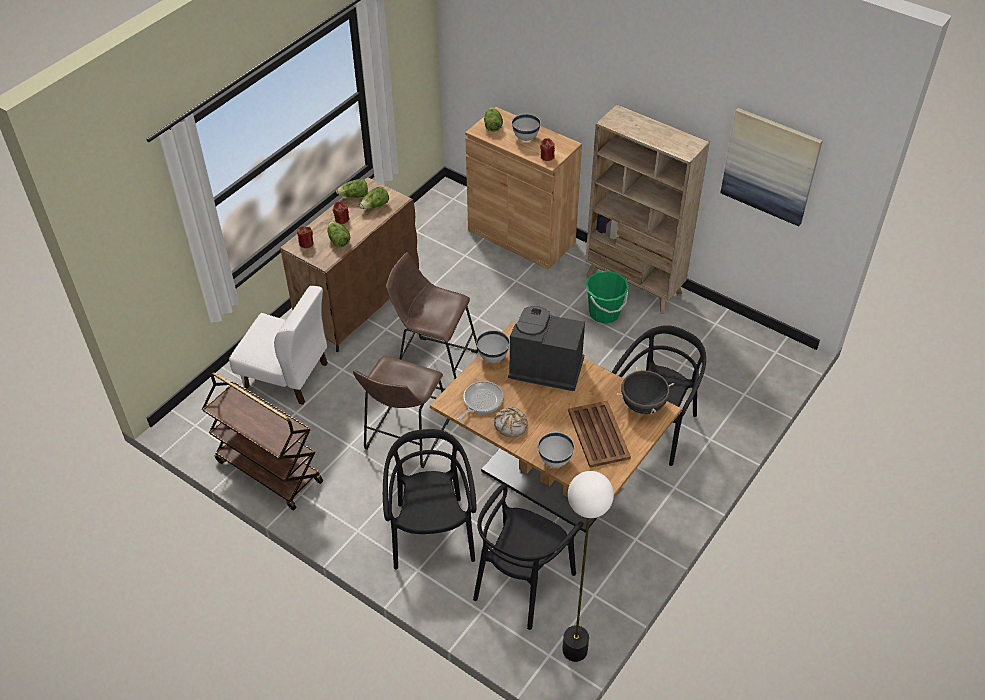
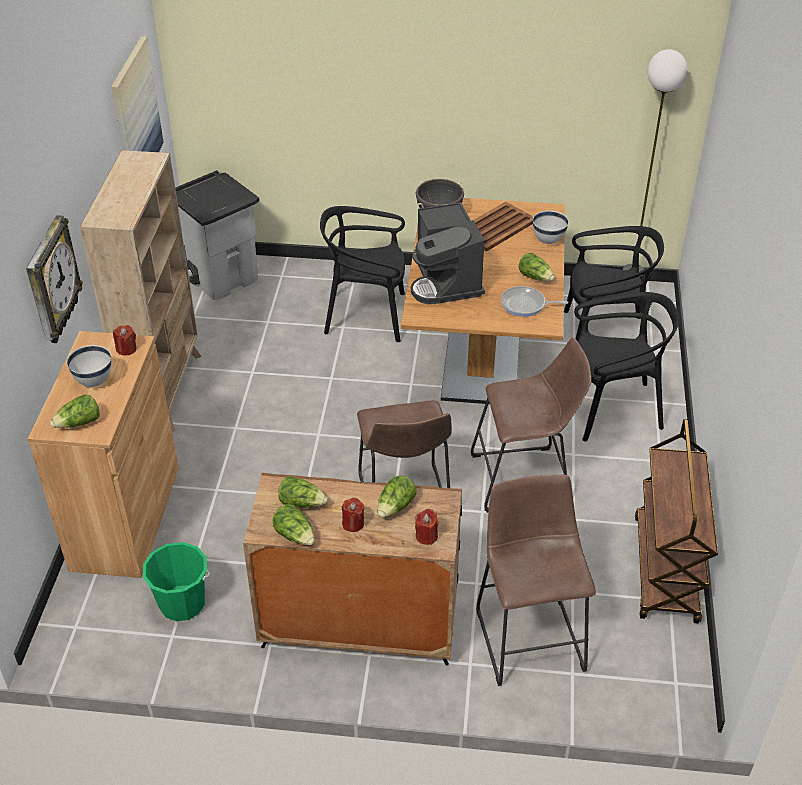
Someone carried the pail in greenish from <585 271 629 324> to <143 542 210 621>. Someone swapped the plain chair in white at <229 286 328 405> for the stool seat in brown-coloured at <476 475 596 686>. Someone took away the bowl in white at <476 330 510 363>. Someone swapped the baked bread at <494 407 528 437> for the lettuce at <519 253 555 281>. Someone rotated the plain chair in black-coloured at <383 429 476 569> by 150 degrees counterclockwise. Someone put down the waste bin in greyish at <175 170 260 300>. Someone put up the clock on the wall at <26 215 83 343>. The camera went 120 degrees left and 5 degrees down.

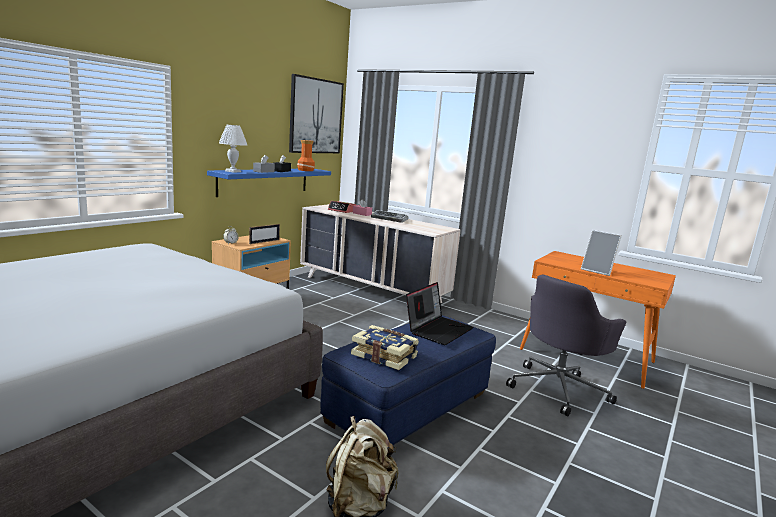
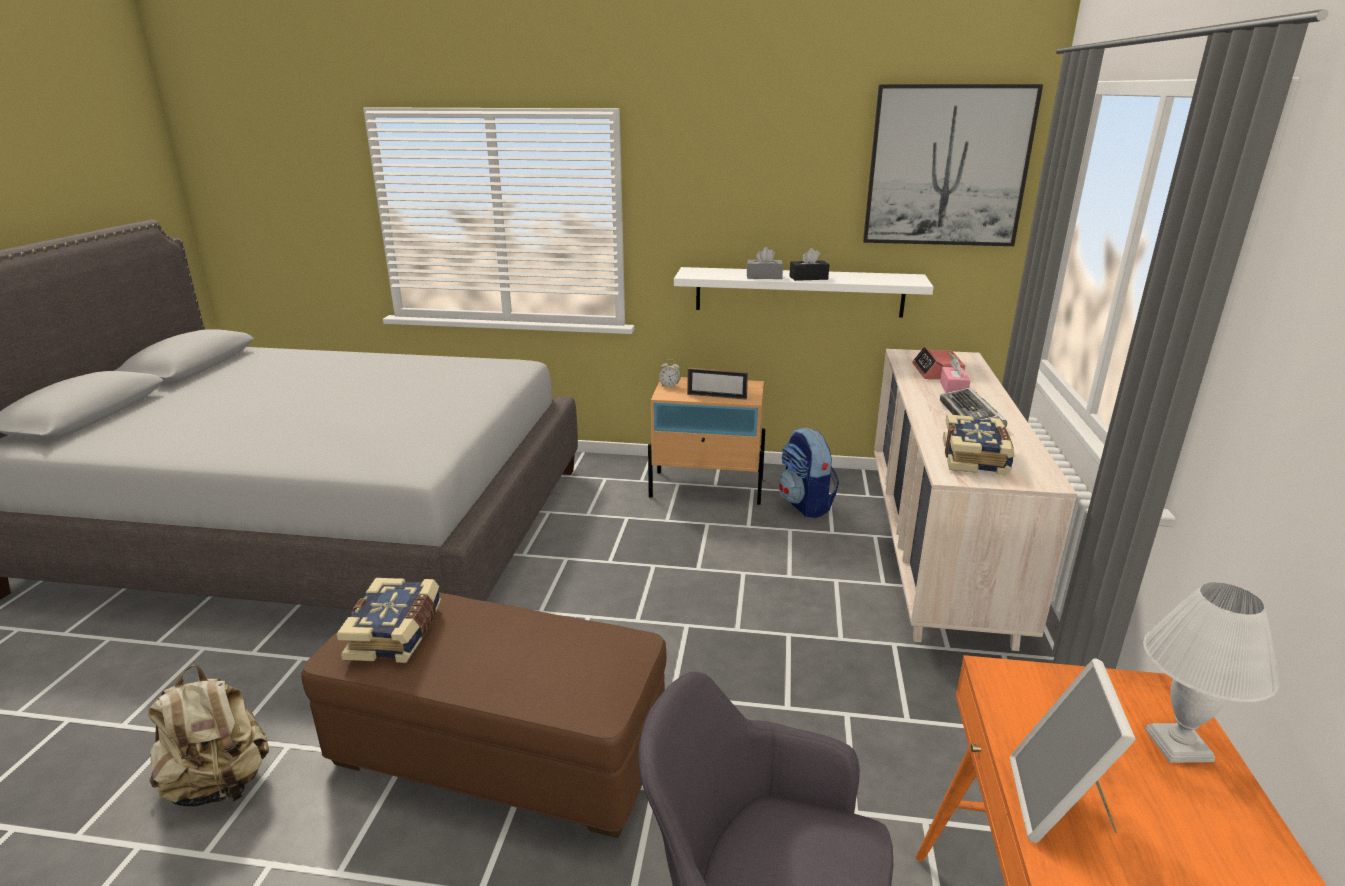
Someone carried the table lamp in white from <219 125 247 173> to <1144 582 1279 763>. Someone took away the vase at <297 140 315 171>. Someone repainted the wall shelf in bluish at <207 169 331 197>, which became the wall shelf in white at <674 267 934 318>. Someone took away the laptop at <406 282 474 345>. Someone repainted the ottoman in bluish at <320 315 496 448>, which became the ottoman in brown-coloured at <301 593 666 838>. Someone put down the book at <943 414 1015 475>. Someone put down the backpack at <779 428 839 518>. The camera went 65 degrees right and 10 degrees up.

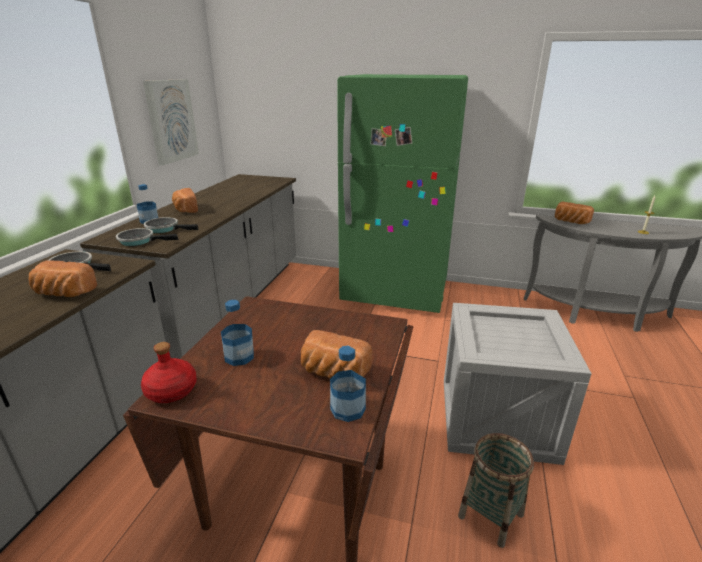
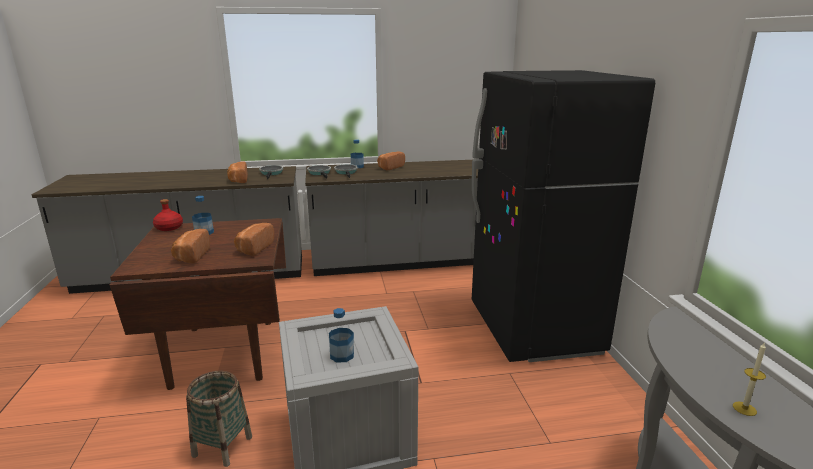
Someone repainted the kitchen fridge in greenish at <337 74 468 313>, which became the kitchen fridge in black-coloured at <472 70 655 362>. Someone took away the wall picture at <143 79 199 165>. Someone carried the baked bread from <555 202 594 224> to <234 223 274 256>. Someone carried the drink bottle from <330 346 366 422> to <329 308 354 363>. The camera went 65 degrees right and 5 degrees down.

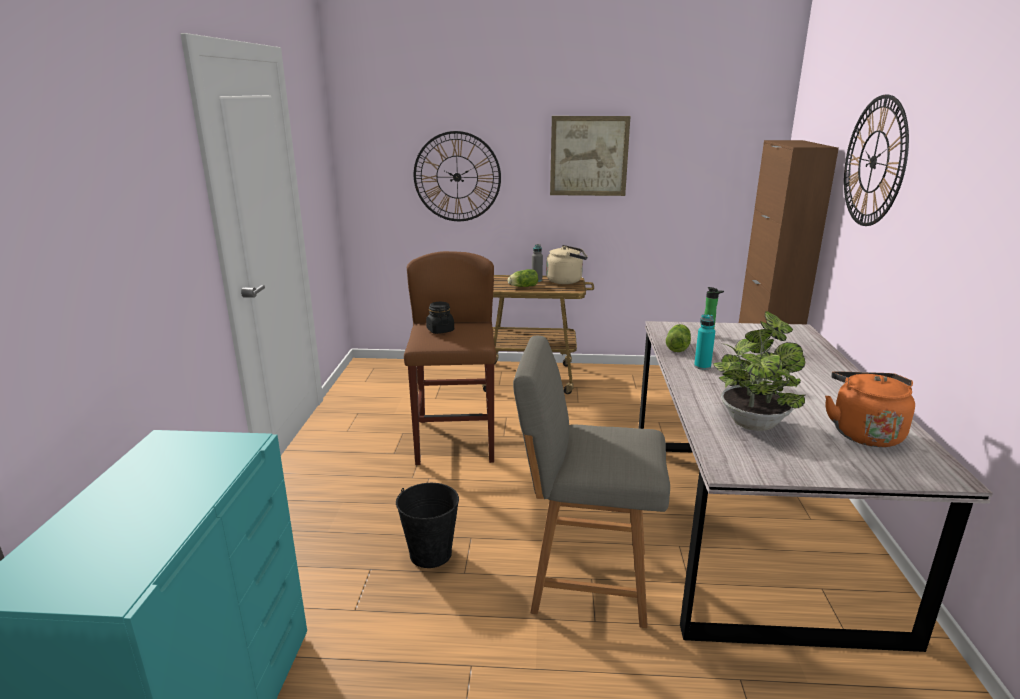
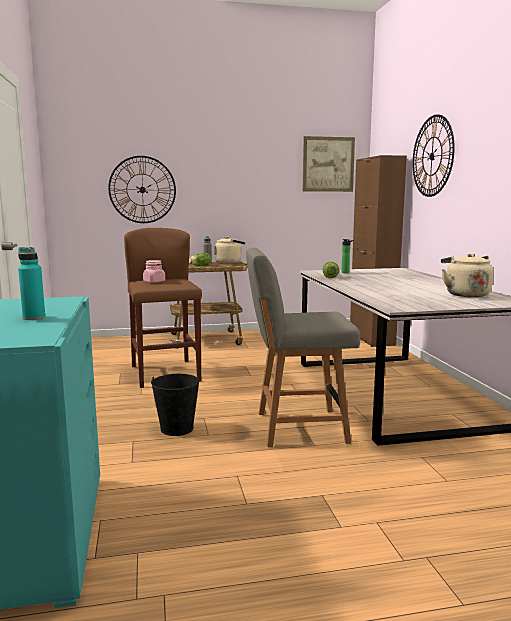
Someone carried the wall picture from <550 116 630 196> to <303 136 355 192>. Someone repainted the jar in black-coloured at <426 302 454 334>, which became the jar in pink at <143 260 165 283>. Someone took away the houseplant at <713 311 805 431>. Someone carried the drink bottle in turquoise from <694 314 715 370> to <18 247 45 320>. Someone repainted the kettle in orange-coloured at <825 371 915 447>, which became the kettle in beige-coloured at <441 253 493 297>. The camera went 15 degrees left and 10 degrees down.

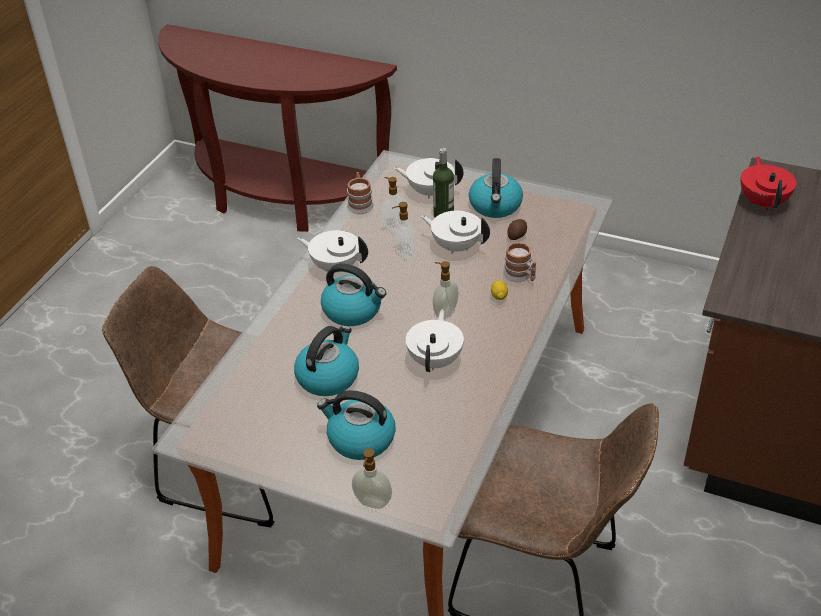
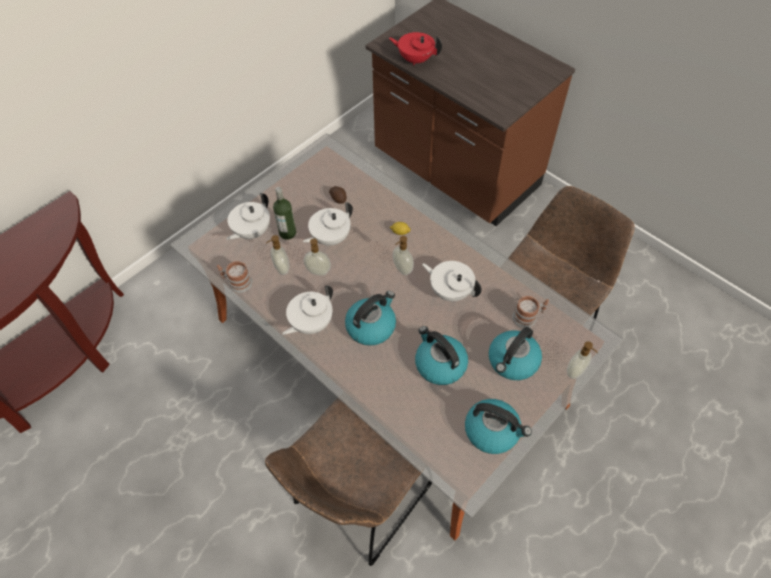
Someone carried the kettle from <469 158 523 218> to <465 399 532 454>. Someone carried the mug from <504 242 536 282> to <512 296 549 328>. The camera went 70 degrees left and 15 degrees up.

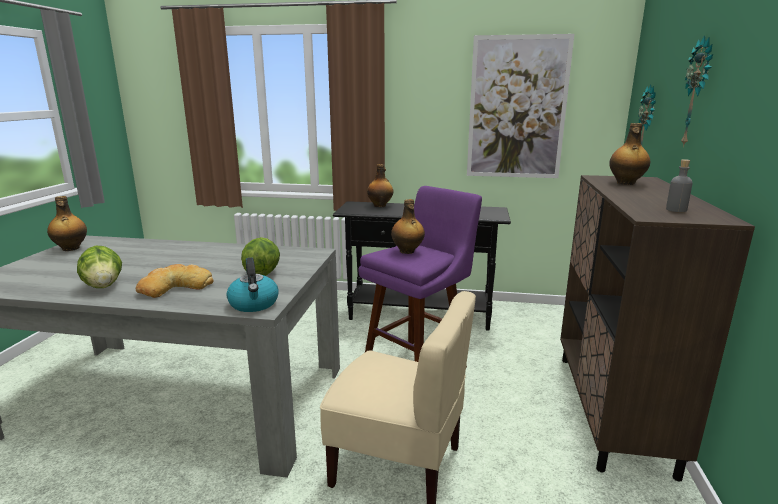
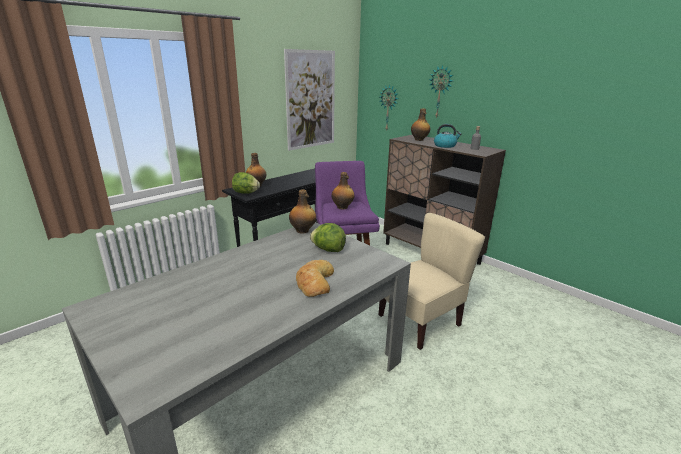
Someone carried the drink bottle from <47 196 87 251> to <289 190 316 234>. Someone carried the lettuce from <77 246 122 288> to <232 172 260 194>. Someone carried the kettle from <226 258 279 312> to <434 124 462 148>. The camera went 55 degrees left and 5 degrees up.

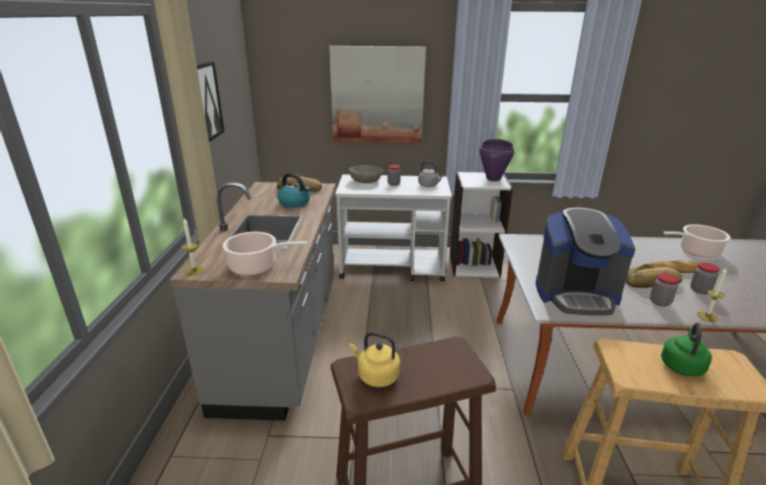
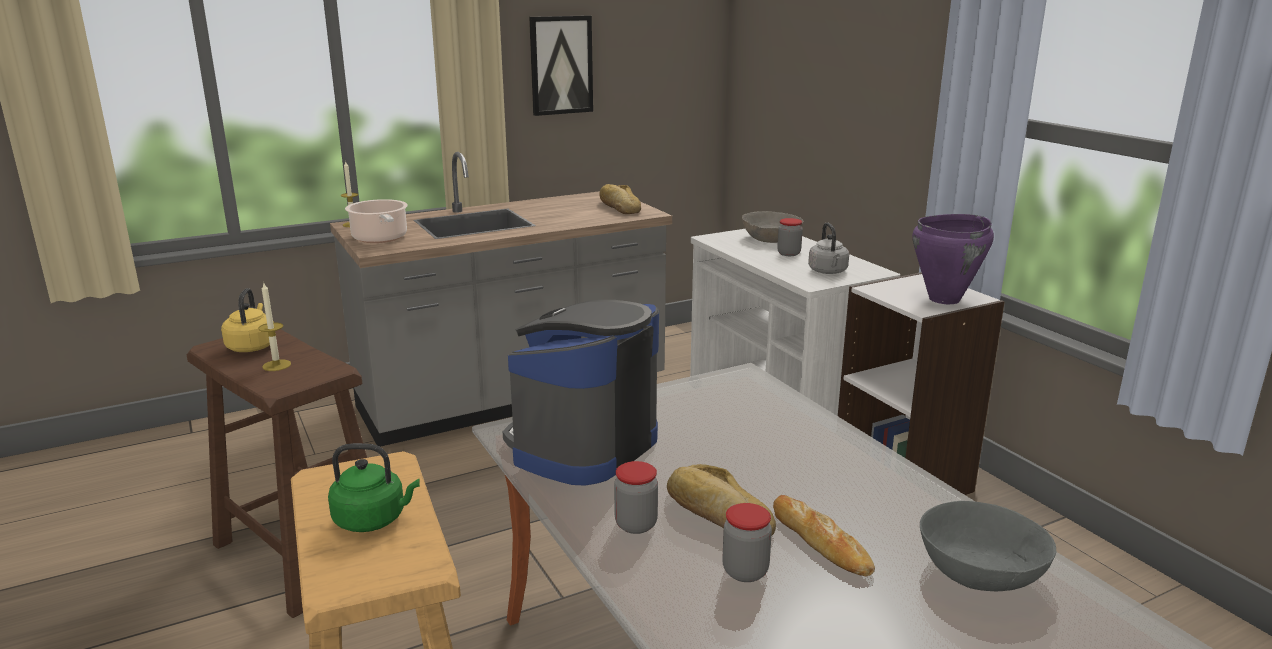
Someone took away the wall picture at <329 46 426 143>. Someone took away the kettle at <277 173 310 208>. Someone rotated the coffee machine at <536 208 635 316> by 60 degrees clockwise. Someone swapped the stockpot at <663 224 730 258> for the bowl in greyish at <920 501 1056 591>. Someone carried the candle from <697 268 727 322> to <258 283 291 371>. The camera went 60 degrees right and 5 degrees down.

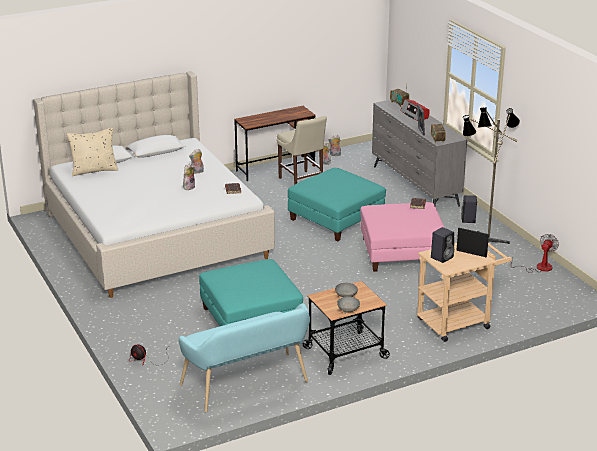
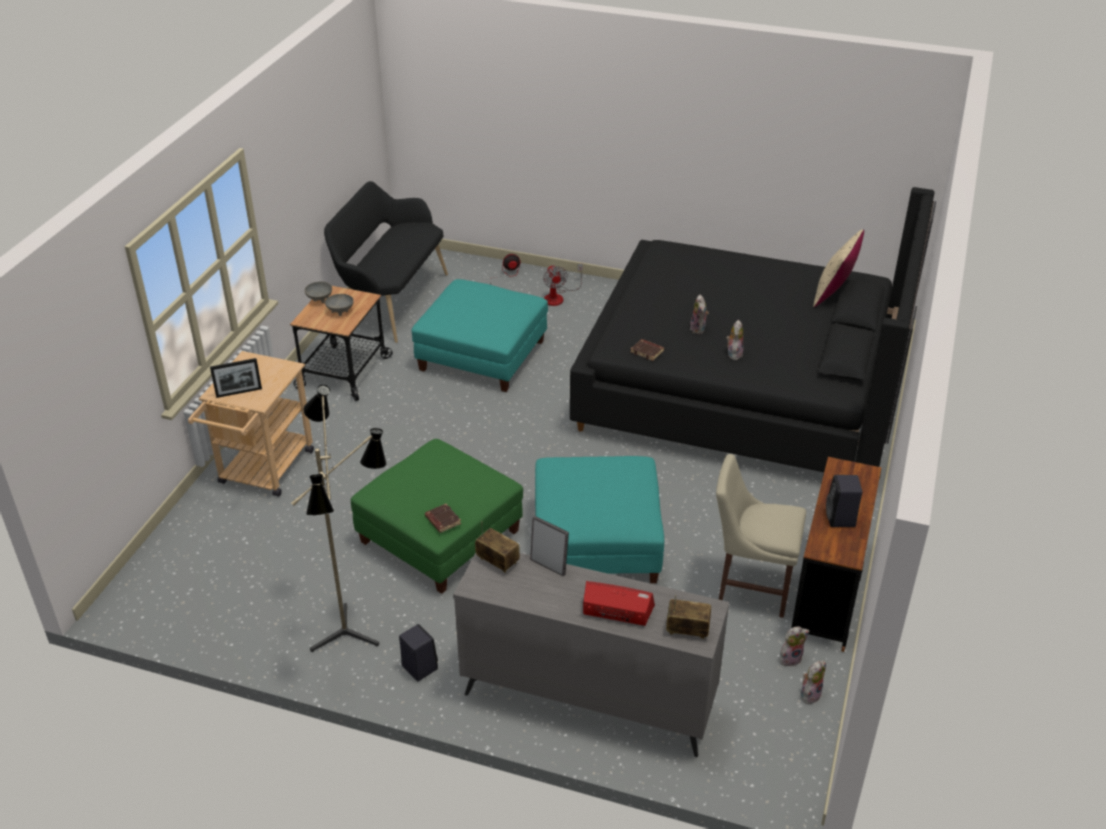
Someone repainted the bed in beige-coloured at <33 71 275 298>, which became the bed in black-coloured at <570 187 936 472>. Someone repainted the ottoman in pink at <361 202 445 272>, which became the ottoman in greenish at <351 439 523 594>. Someone carried the loudspeaker in black-coloured from <431 227 454 263> to <826 475 862 527>. Someone carried the fan from <509 234 559 273> to <543 264 583 306>. Someone repainted the indoor bench in turquoise at <179 303 310 412>, which became the indoor bench in black-coloured at <324 181 448 343>. The camera went 135 degrees right and 10 degrees up.

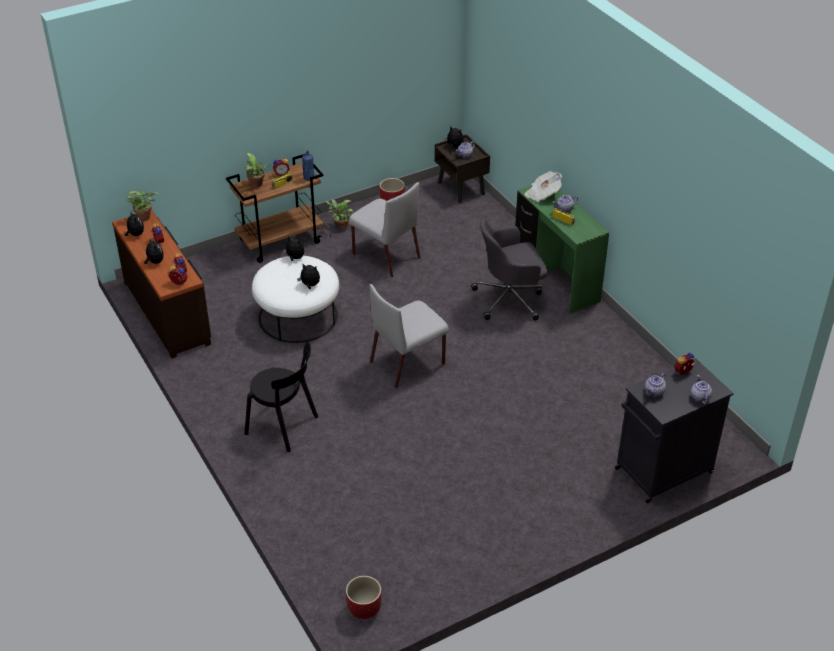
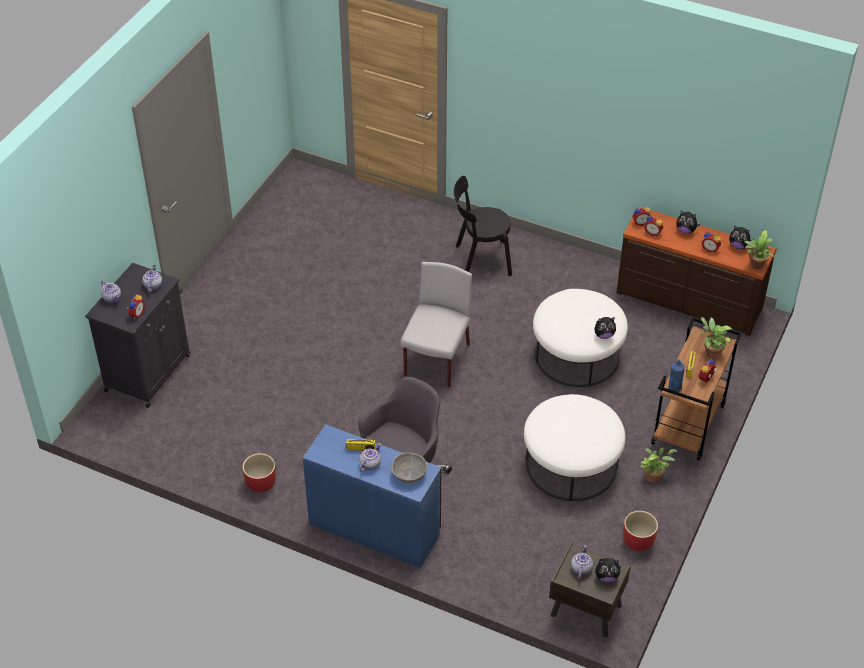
Someone swapped the daily paper at <525 171 562 202> for the bowl in greyish at <391 452 427 483>. Someone swapped the plain chair in greyish at <349 182 420 277> for the ottoman in white at <524 394 625 501>. Someone repainted the desk in greenish at <515 185 609 314>, which became the desk in bluish at <303 424 441 568>. Someone took away the plush toy at <297 264 320 289>. Someone carried the plant pot in red from <346 576 382 619> to <242 453 276 493>. The camera went 145 degrees right and 5 degrees up.

